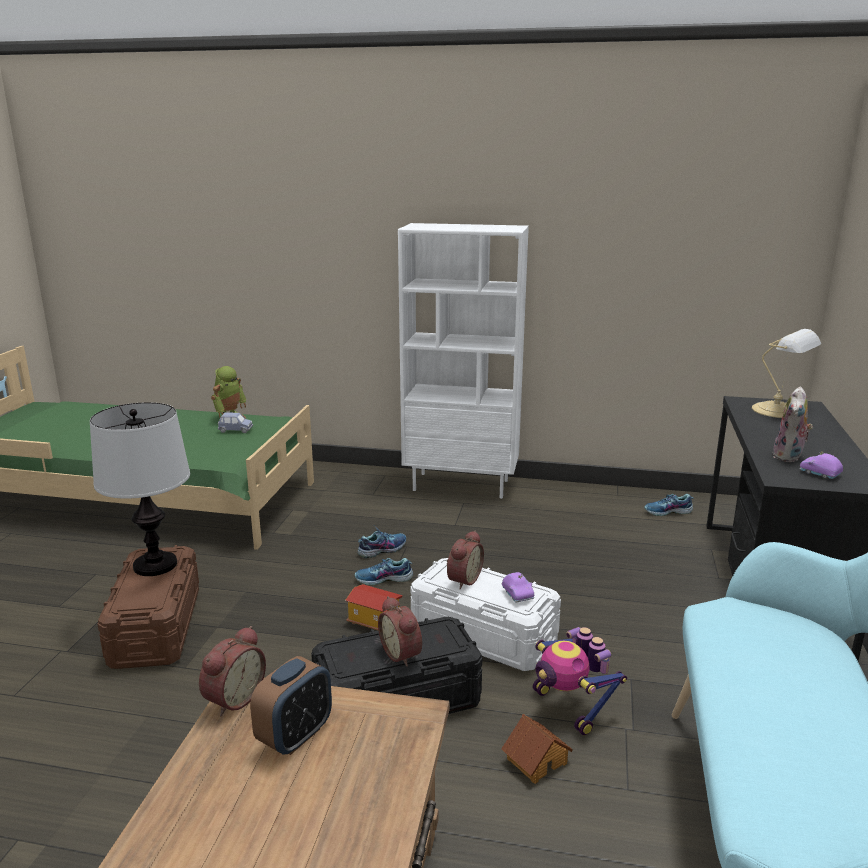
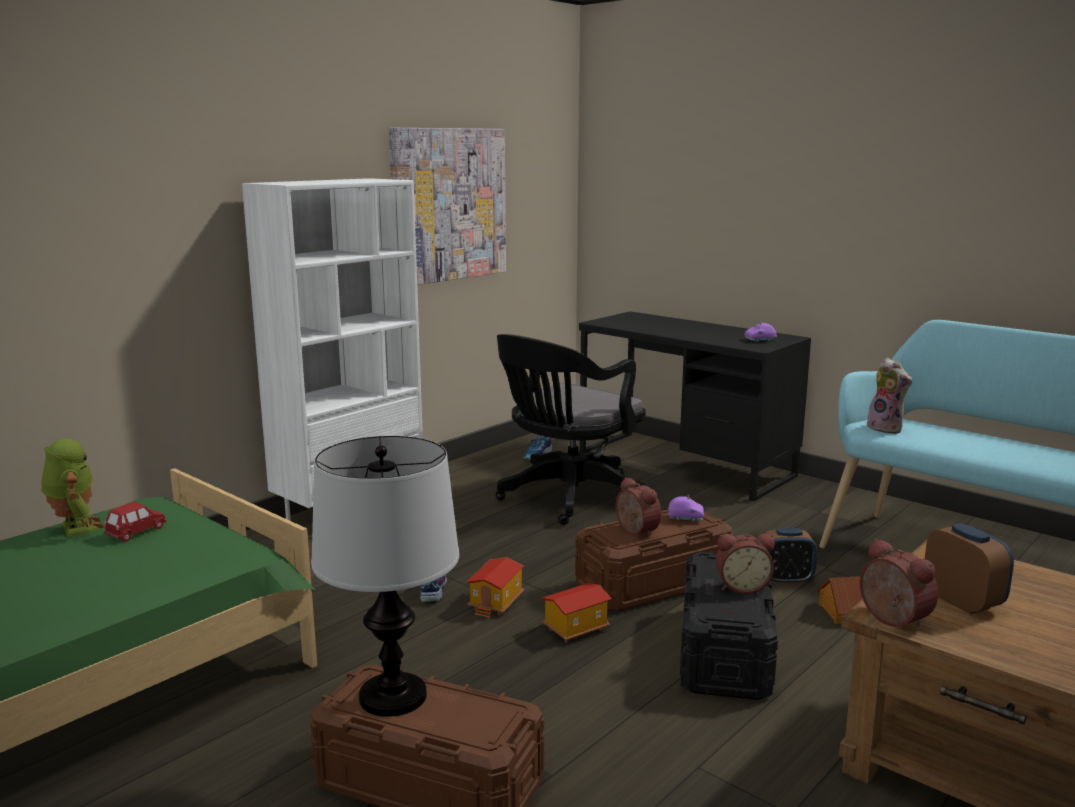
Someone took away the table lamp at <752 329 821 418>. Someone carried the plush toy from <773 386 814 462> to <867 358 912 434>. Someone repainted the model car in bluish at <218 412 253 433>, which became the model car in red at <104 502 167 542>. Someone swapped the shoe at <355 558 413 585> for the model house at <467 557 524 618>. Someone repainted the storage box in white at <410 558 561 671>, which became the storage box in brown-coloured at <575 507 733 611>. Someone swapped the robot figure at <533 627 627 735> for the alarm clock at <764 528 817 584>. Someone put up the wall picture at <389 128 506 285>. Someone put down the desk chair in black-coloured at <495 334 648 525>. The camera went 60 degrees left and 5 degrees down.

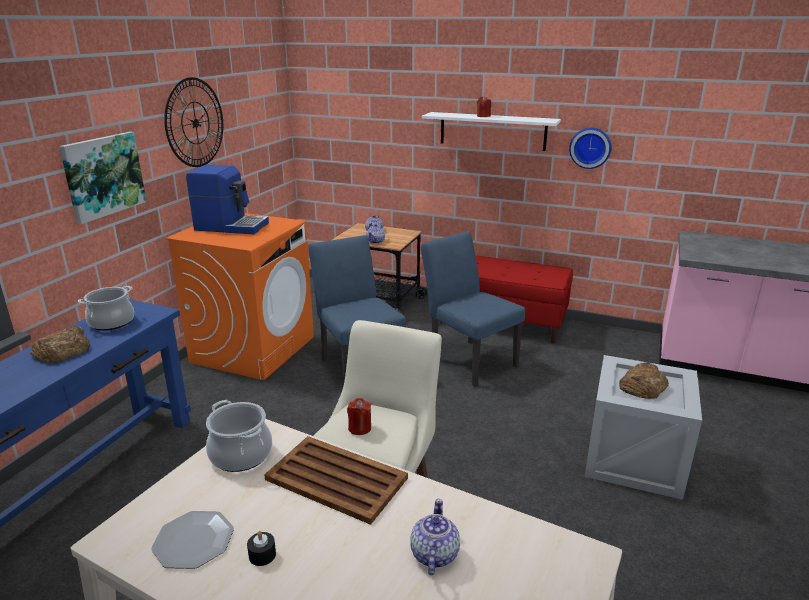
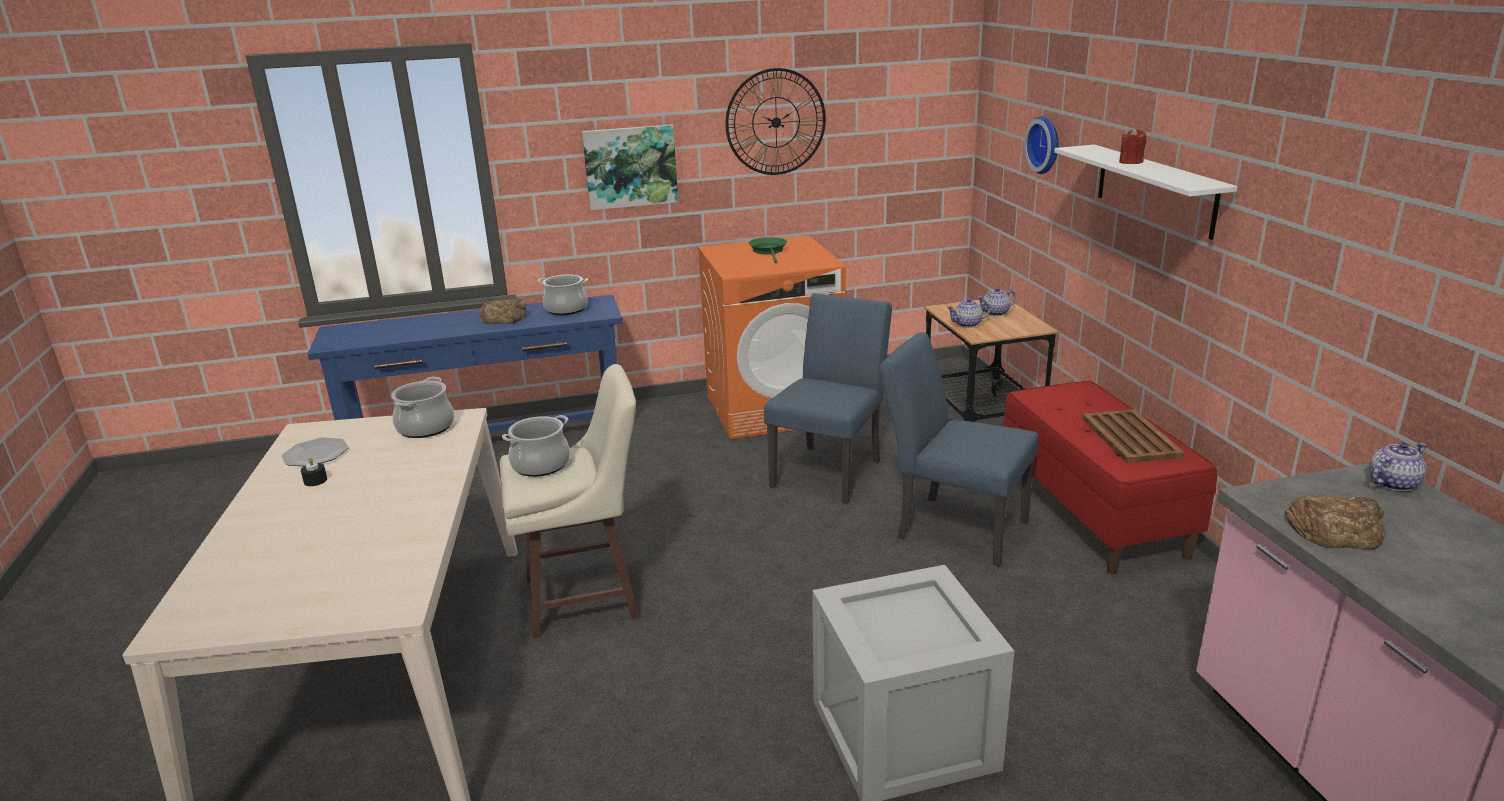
Someone carried the clock on the wall from <569 128 611 169> to <1024 116 1059 174>. Someone swapped the coffee machine at <186 165 269 234> for the skillet in greenish at <749 237 787 263>. Someone rotated the plain chair in bluish at <421 232 525 387> by 75 degrees counterclockwise. Someone carried the baked bread from <619 362 669 399> to <1285 496 1386 550>. Someone swapped the candle in red at <347 398 371 435> for the stockpot at <502 415 570 477>. Someone carried the serving tray in brown-coloured from <264 436 408 525> to <1082 409 1185 463>. Someone carried the tea pot from <410 499 460 575> to <1369 442 1427 491>. The camera went 55 degrees right and 0 degrees up.

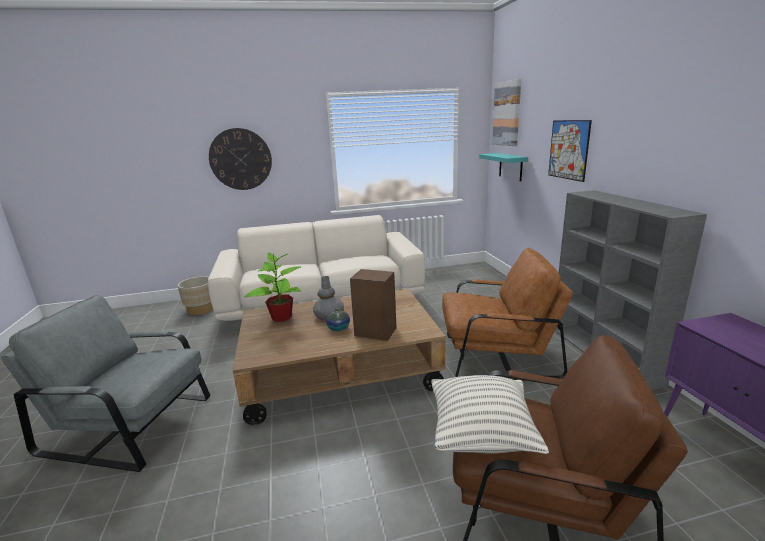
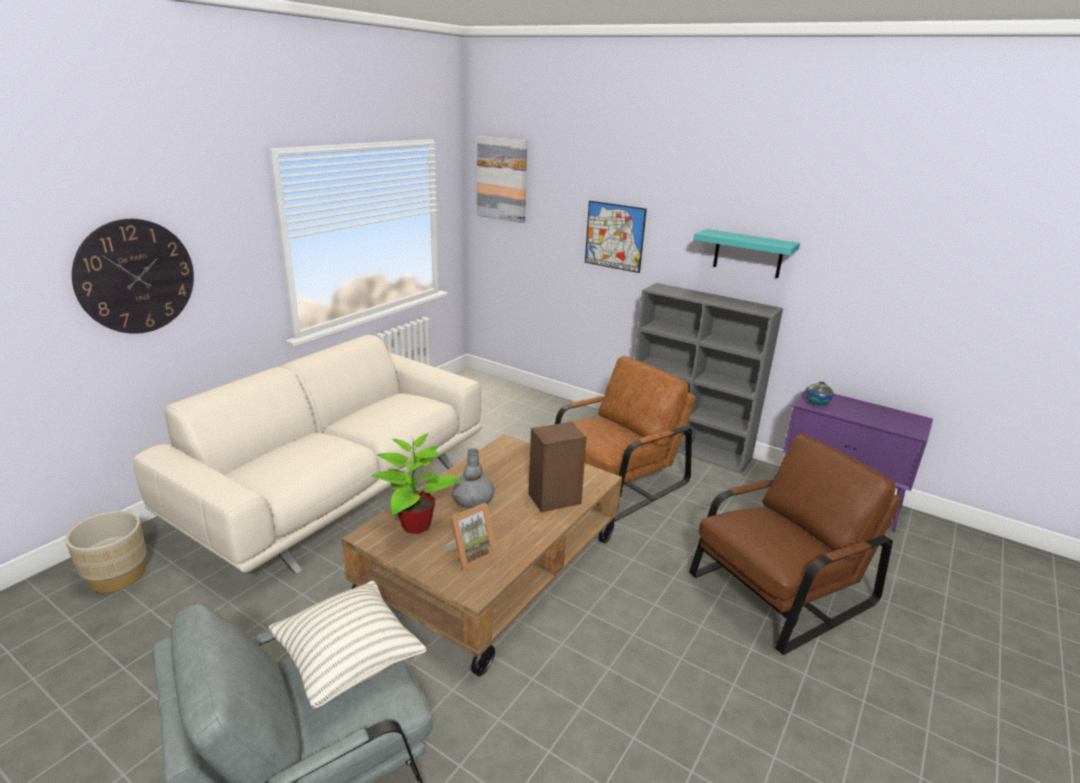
Someone carried the wall shelf in turquoise from <479 153 528 181> to <693 229 800 278>. Someone carried the vase from <326 309 350 331> to <806 382 834 405>. Someone carried the cushion from <431 375 549 454> to <269 581 427 709>. Someone put down the picture frame at <445 503 497 572>. The camera went 45 degrees left and 5 degrees up.

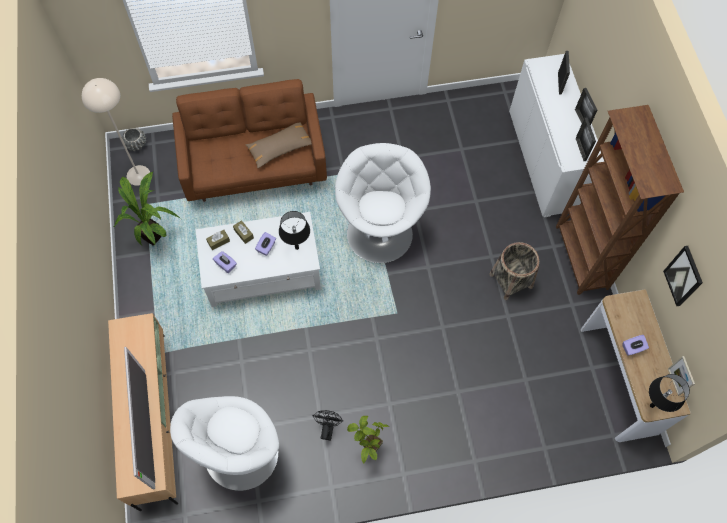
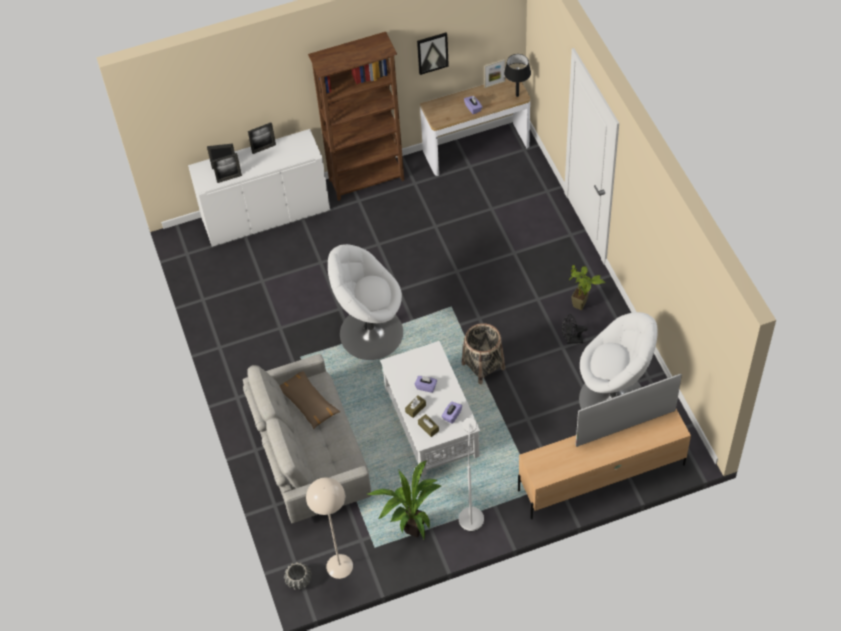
Someone repainted the couch in brown-coloured at <172 79 327 202>, which became the couch in greyish at <243 354 372 523>. Someone carried the picture frame from <576 118 596 161> to <212 153 242 183>. Someone took away the table lamp in black-coloured at <279 211 310 250>. Someone carried the household basket from <489 242 539 300> to <462 323 505 384>. Someone put down the floor lamp in white at <459 418 484 531>. The camera went 95 degrees left and 10 degrees down.

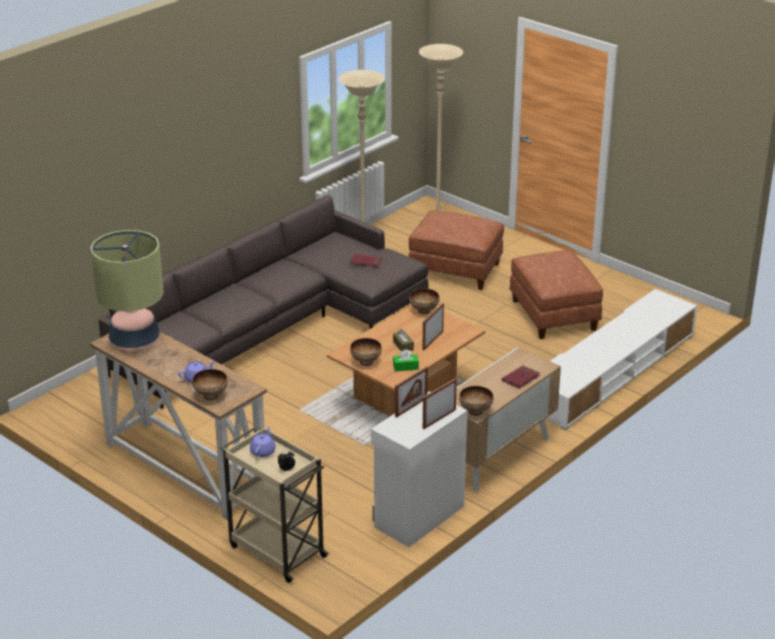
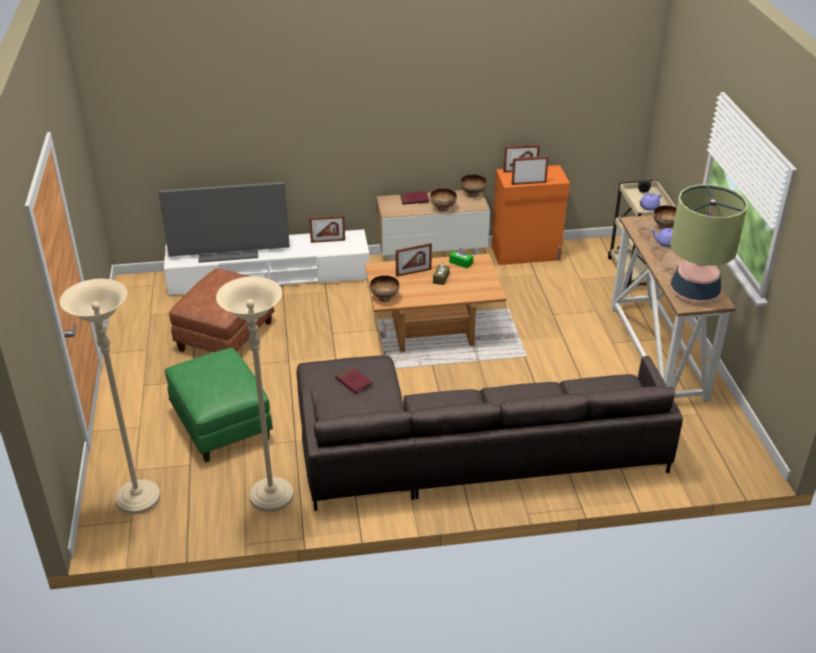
Someone repainted the ottoman in brown-coloured at <408 211 504 290>, which became the ottoman in greenish at <165 348 273 463>. Someone carried the bowl from <350 338 382 366> to <430 188 457 212>. Someone repainted the cabinet in white at <371 391 467 547>, which became the cabinet in orange-coloured at <492 165 570 265>. Someone put down the TV at <158 182 290 263>. Someone put down the picture frame at <309 215 345 243>. The camera went 140 degrees left and 5 degrees up.

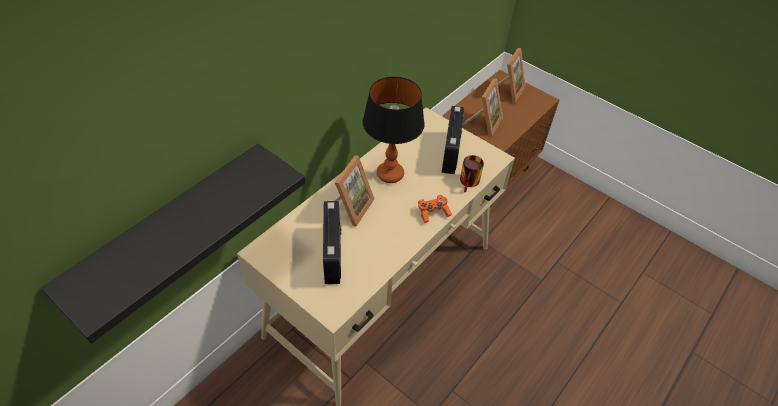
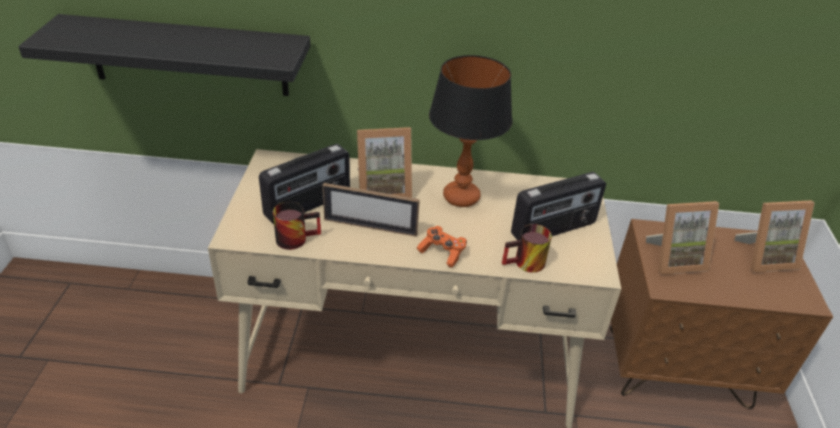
Someone put down the picture frame at <323 183 420 237>. Someone put down the mug at <273 202 321 250>. The camera went 55 degrees right and 10 degrees down.

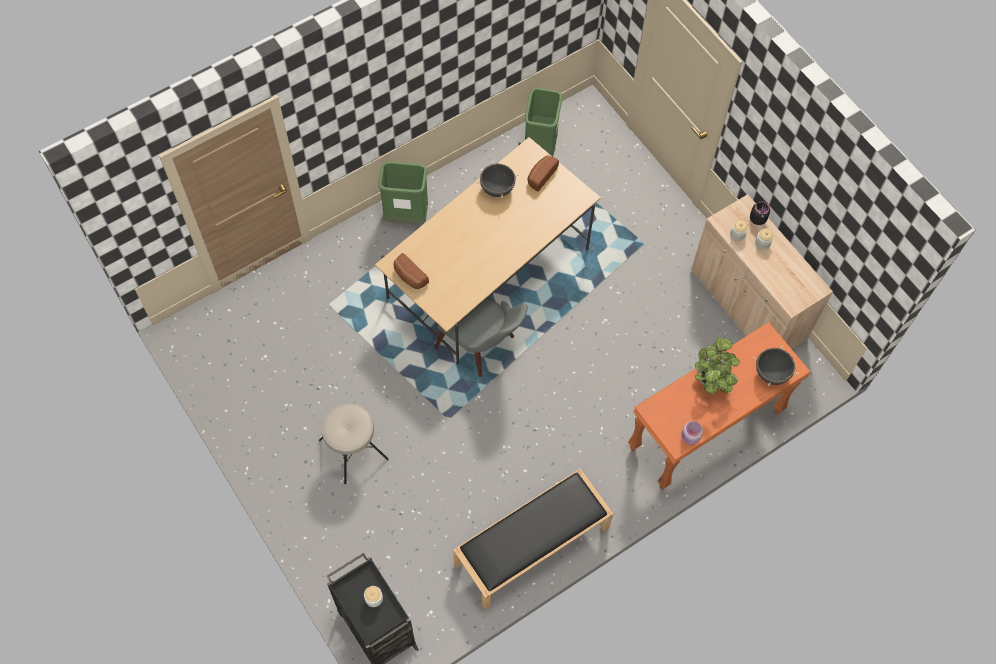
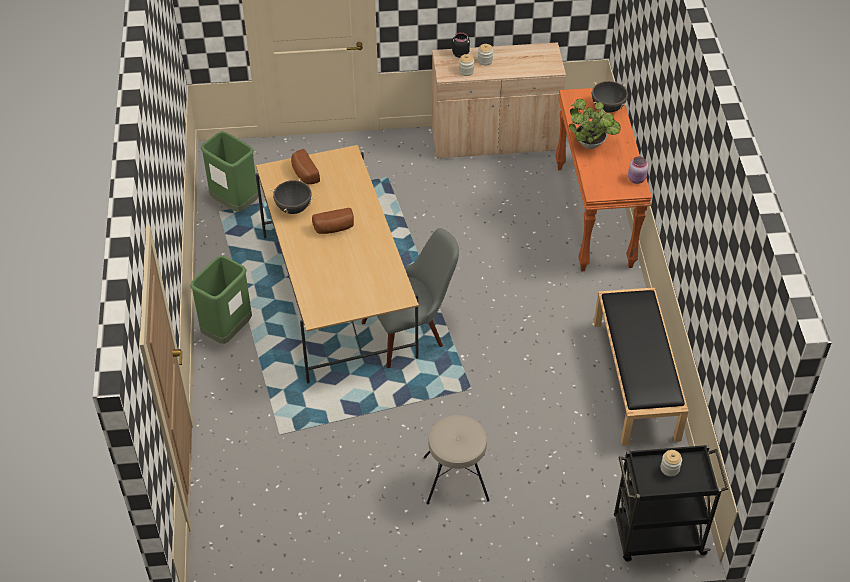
Someone carried the baked bread from <394 253 429 289> to <312 208 354 234>. The camera went 60 degrees left and 15 degrees down.

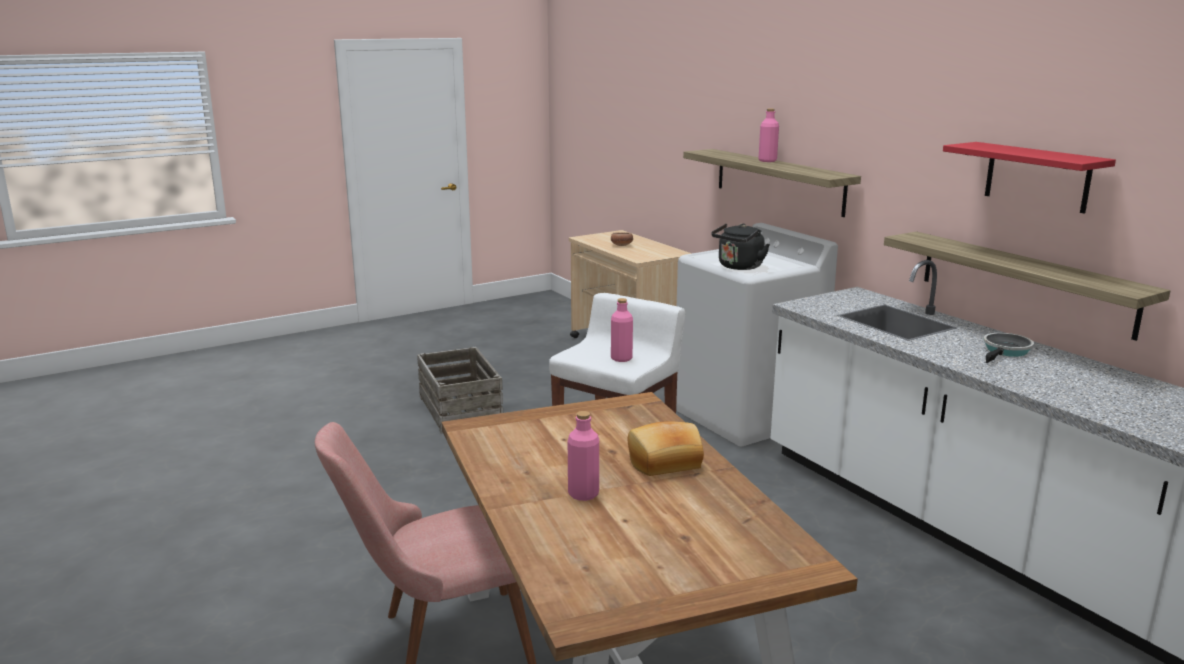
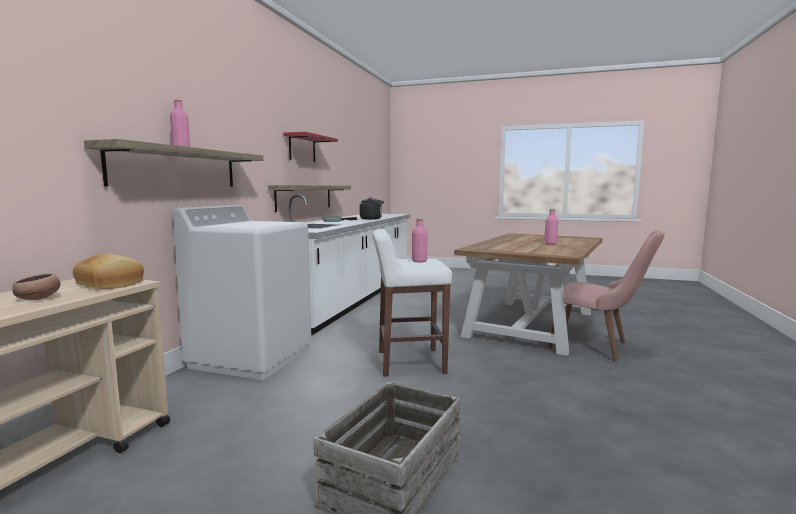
Someone carried the kettle in black-coloured from <711 224 770 270> to <359 197 384 220>. Someone carried the baked bread from <627 422 704 476> to <73 253 144 289>. The camera went 130 degrees left and 10 degrees down.

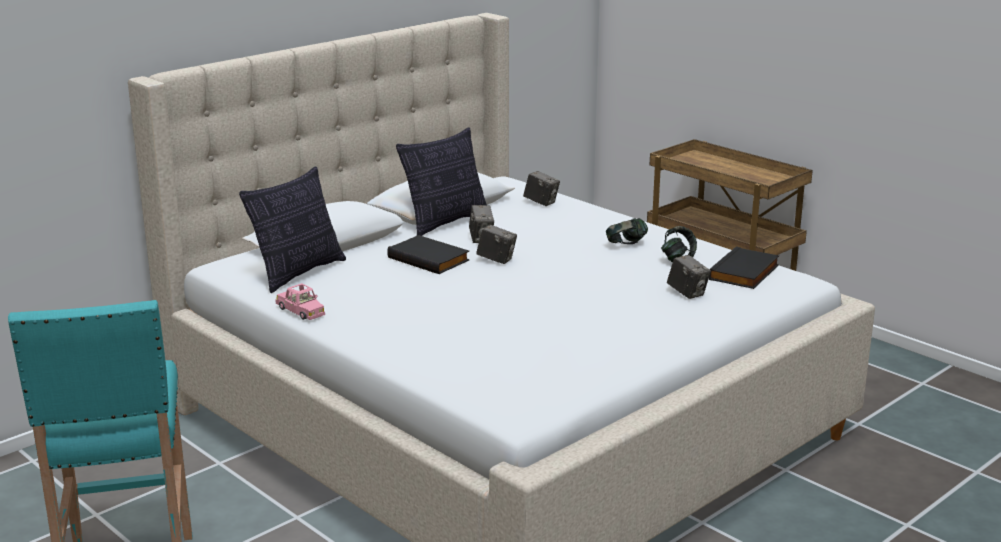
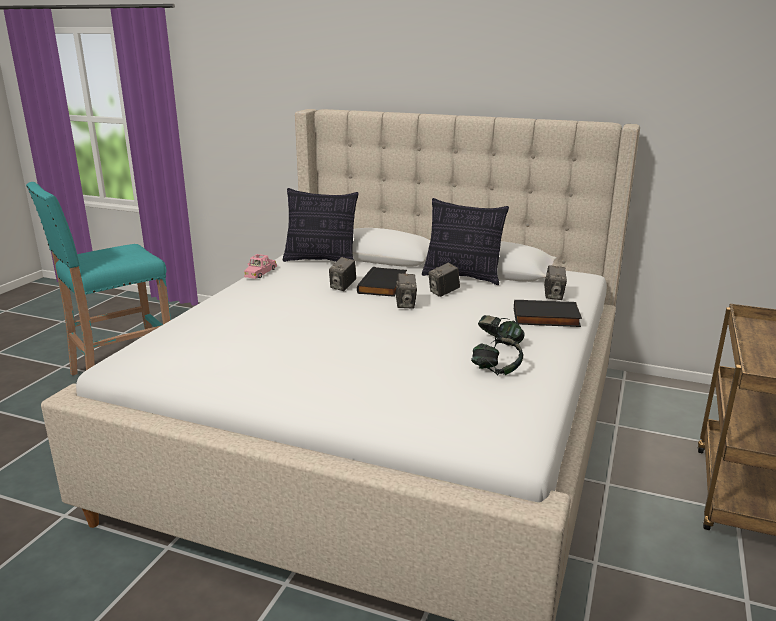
Someone carried the book in black-coloured from <709 246 779 289> to <514 300 582 327>. Someone carried the photo camera from <667 255 711 299> to <329 257 356 291>. The camera went 65 degrees right and 0 degrees up.

